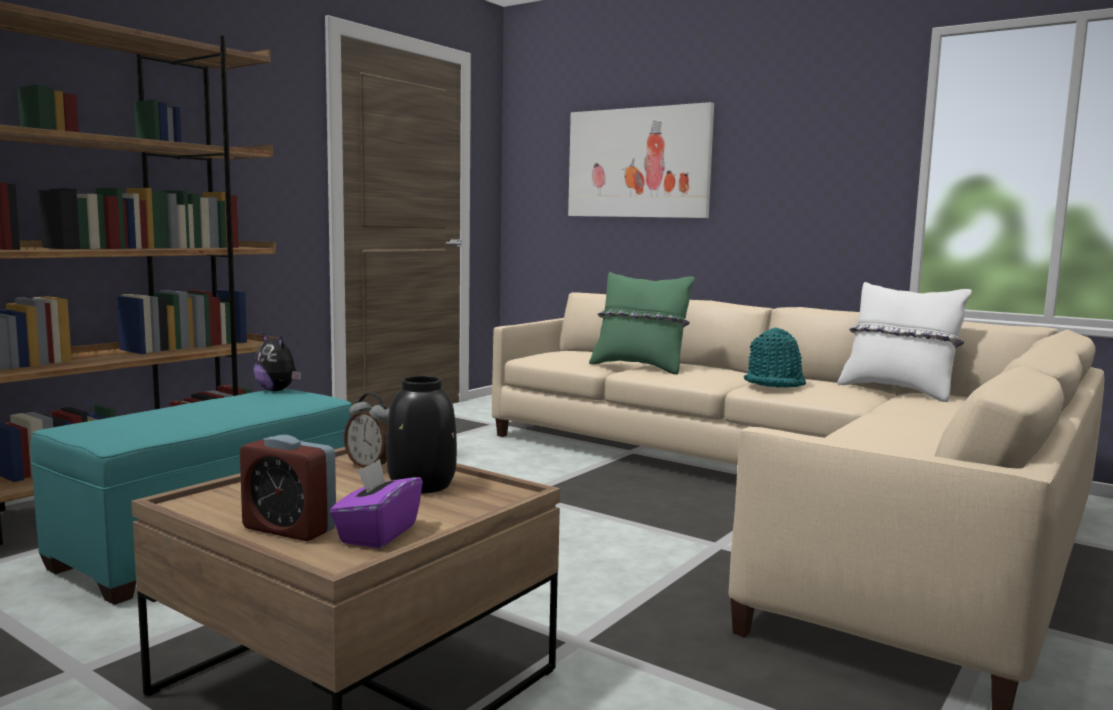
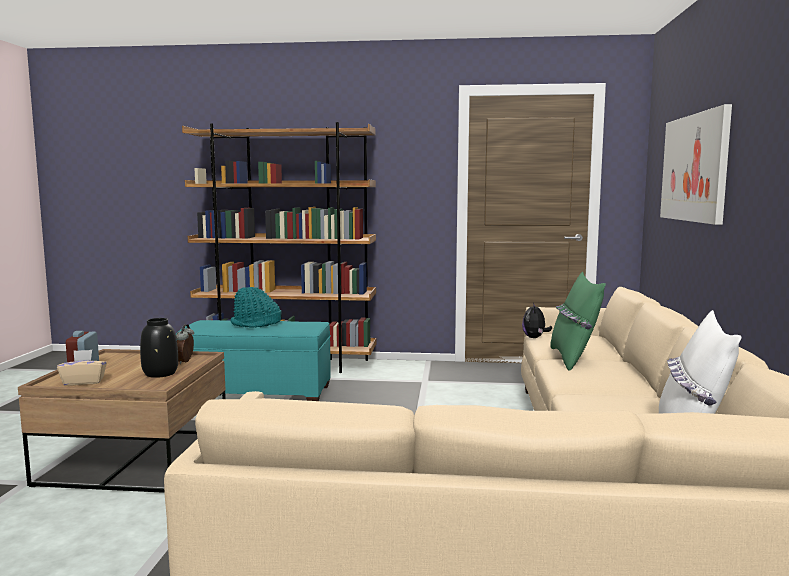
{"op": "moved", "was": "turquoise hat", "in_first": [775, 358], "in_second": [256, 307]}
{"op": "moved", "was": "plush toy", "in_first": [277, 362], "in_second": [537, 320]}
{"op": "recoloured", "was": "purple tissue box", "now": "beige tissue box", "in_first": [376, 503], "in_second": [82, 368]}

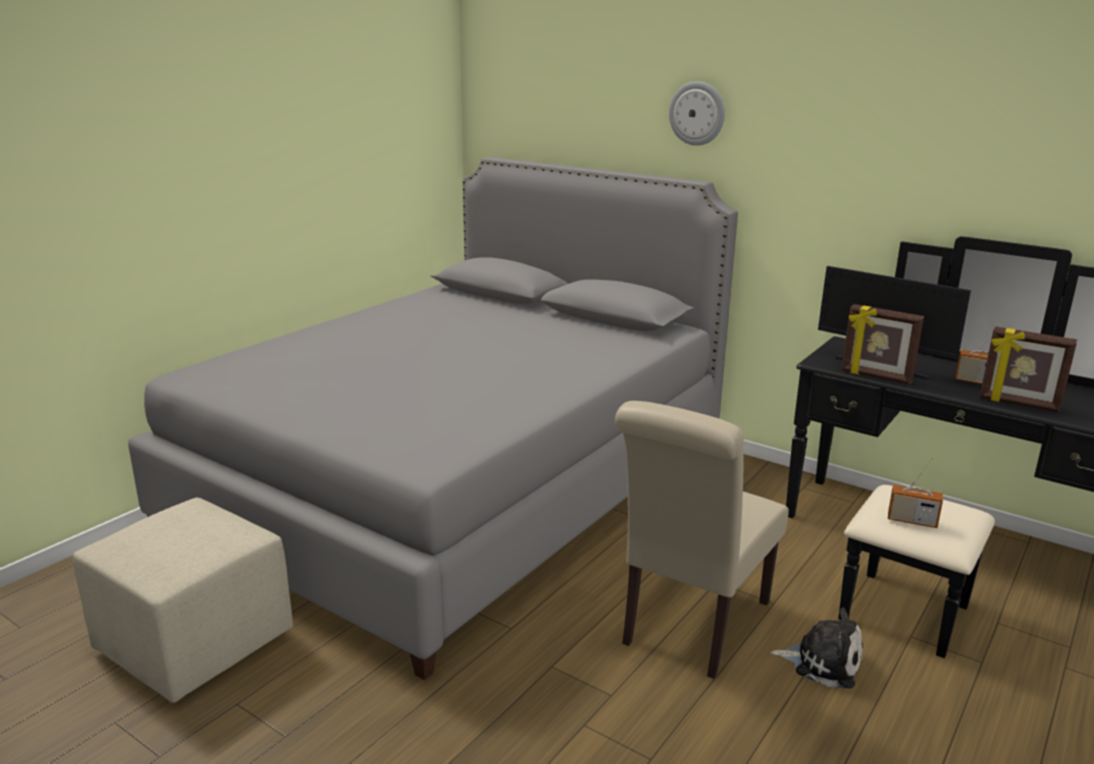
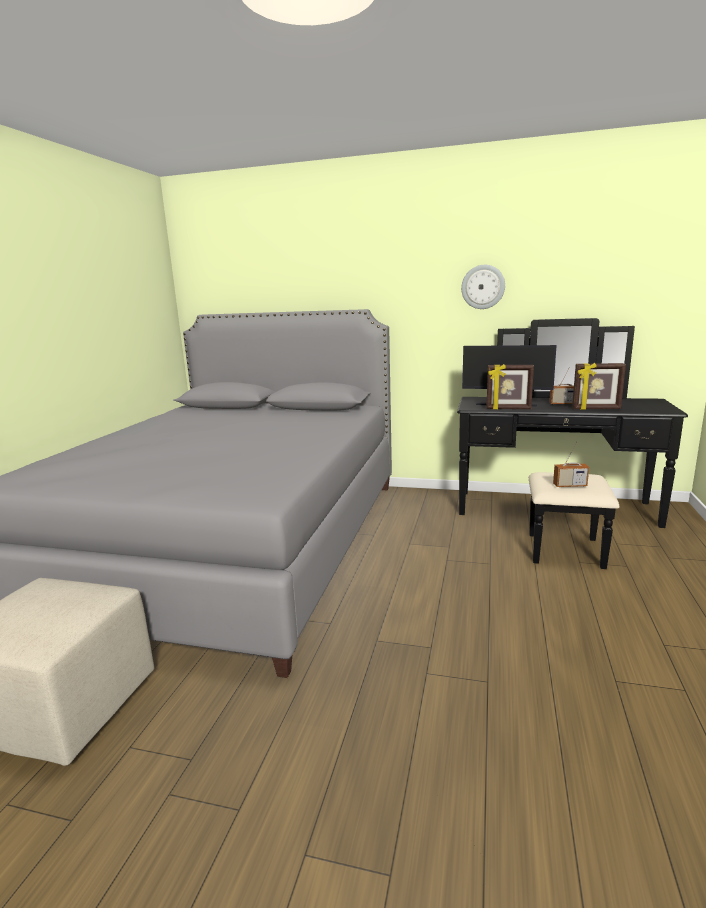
{"op": "moved", "was": "wall clock", "in_first": [697, 113], "in_second": [483, 287]}
{"op": "removed", "was": "beige chair", "in_first": [702, 540]}
{"op": "removed", "was": "plush toy", "in_first": [817, 647]}

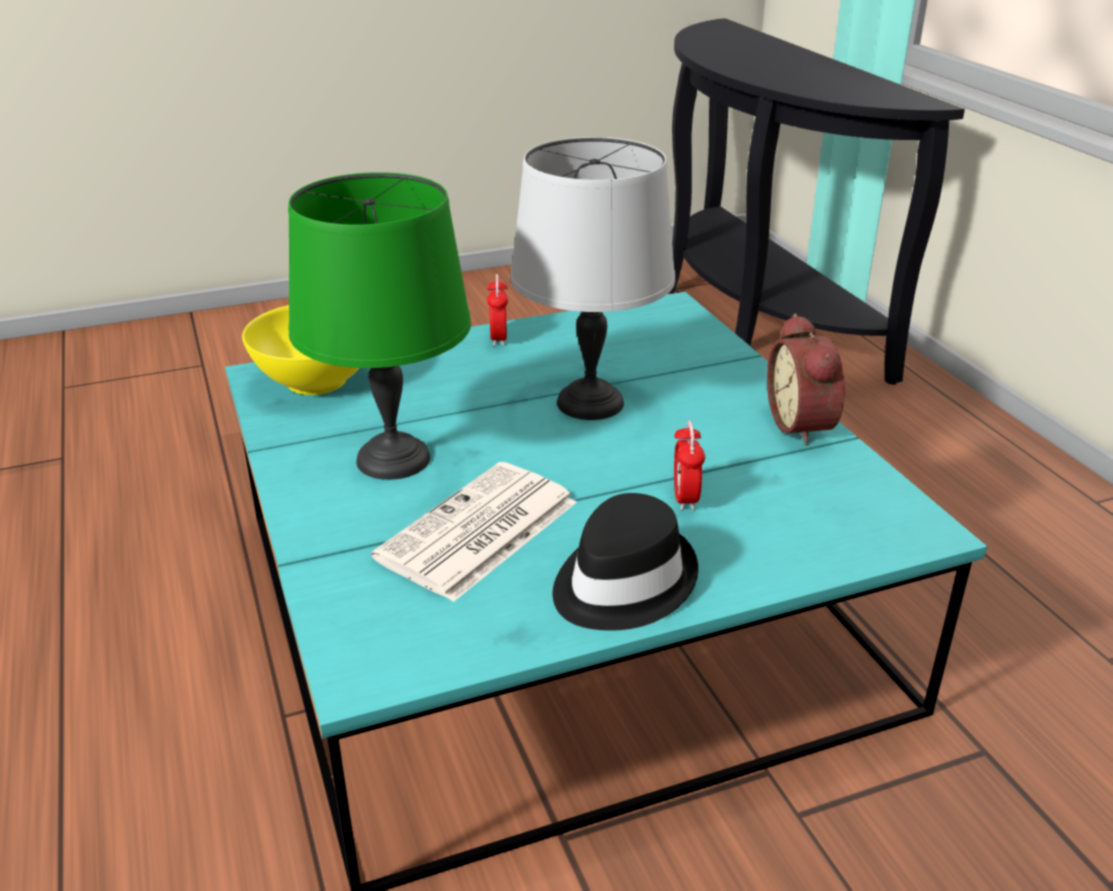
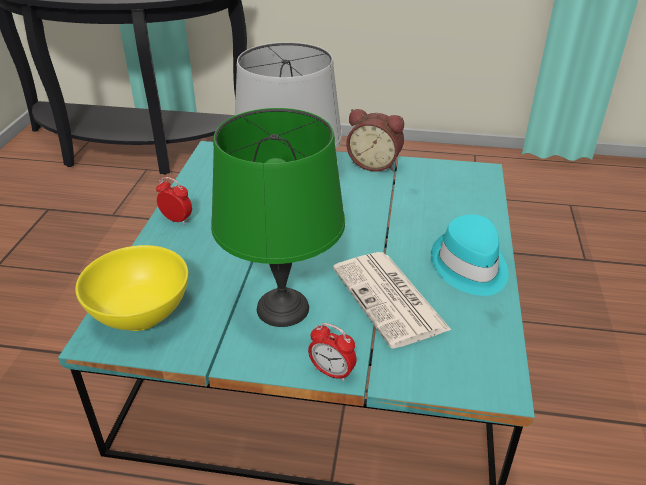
{"op": "moved", "was": "alarm clock", "in_first": [689, 465], "in_second": [332, 352]}
{"op": "recoloured", "was": "black hat", "now": "turquoise hat", "in_first": [625, 562], "in_second": [469, 255]}

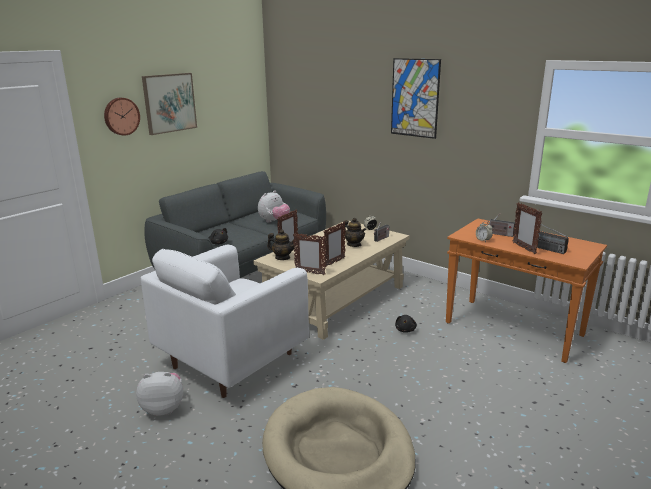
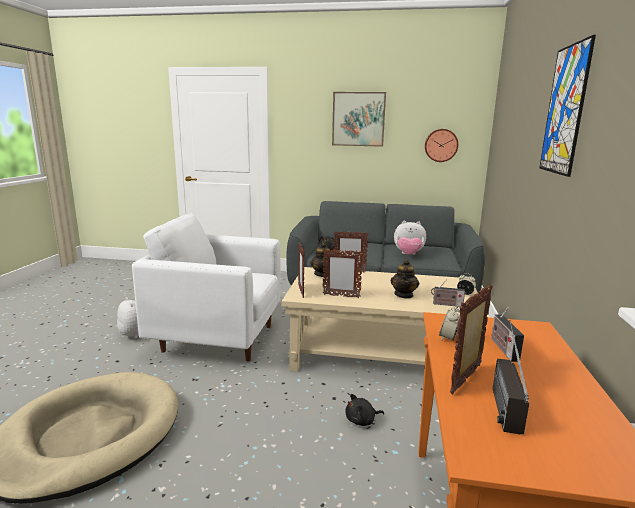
{"op": "moved", "was": "wall clock", "in_first": [122, 117], "in_second": [441, 145]}

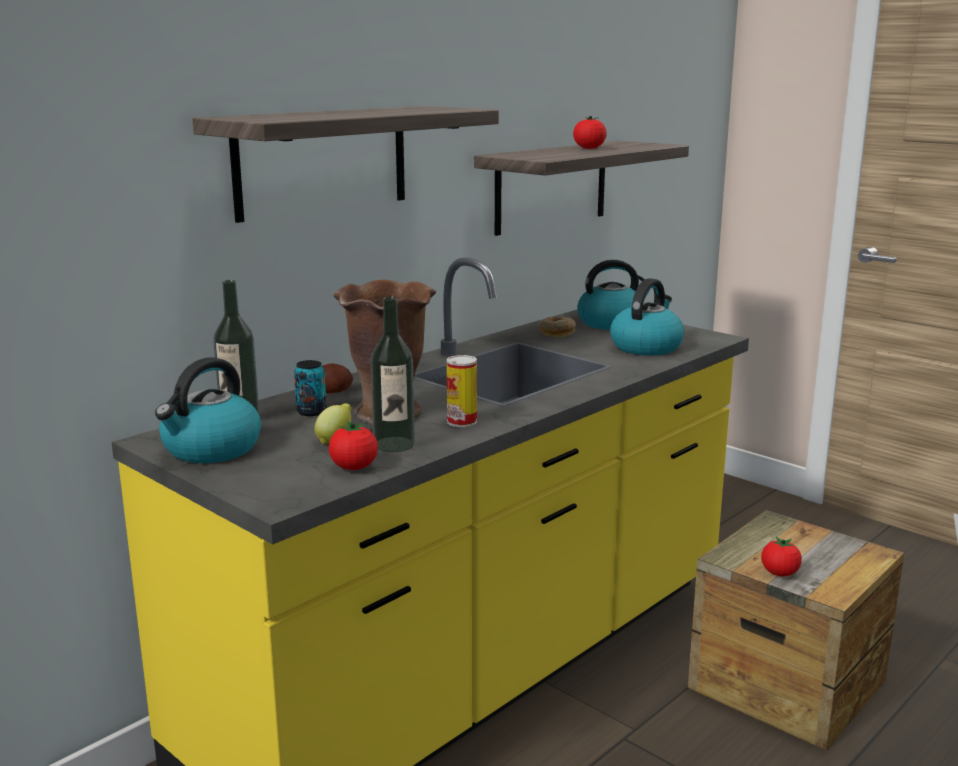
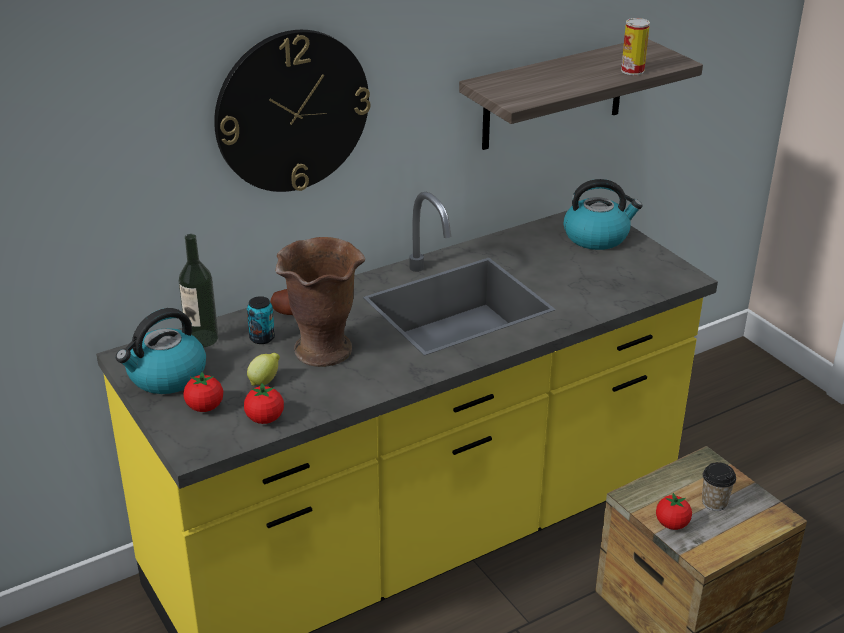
{"op": "replaced", "was": "shelf", "now": "wall clock", "in_first": [346, 164], "in_second": [292, 111]}
{"op": "moved", "was": "tomato", "in_first": [590, 132], "in_second": [203, 392]}
{"op": "removed", "was": "kettle", "in_first": [647, 316]}
{"op": "removed", "was": "bottle", "in_first": [392, 374]}
{"op": "removed", "was": "donut", "in_first": [557, 327]}
{"op": "moved", "was": "can", "in_first": [462, 391], "in_second": [635, 46]}
{"op": "added", "now": "cup", "in_second": [719, 486]}

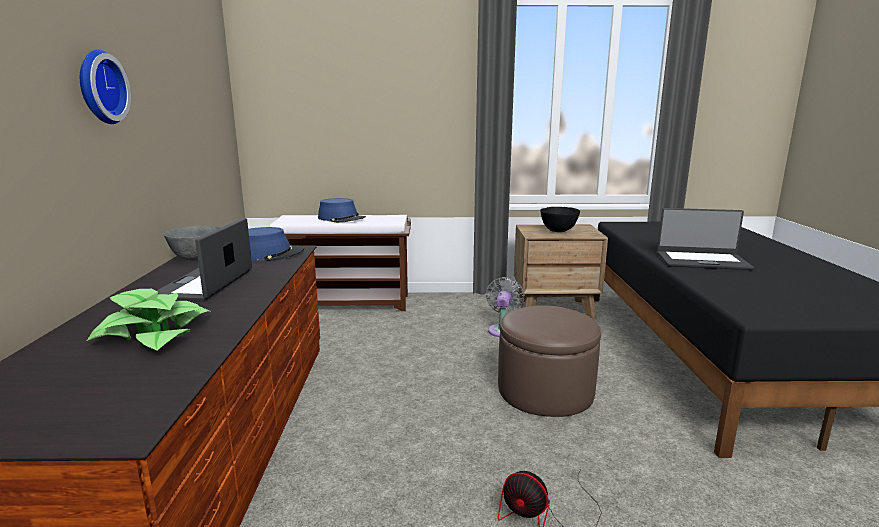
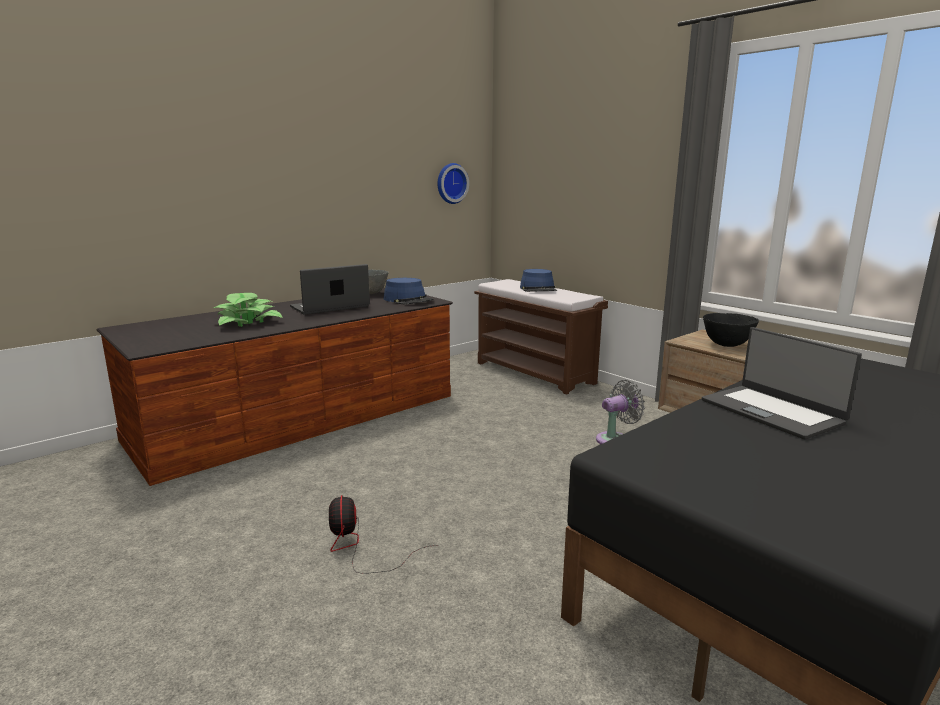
{"op": "moved", "was": "wall clock", "in_first": [105, 86], "in_second": [453, 183]}
{"op": "removed", "was": "brown ottoman", "in_first": [549, 361]}

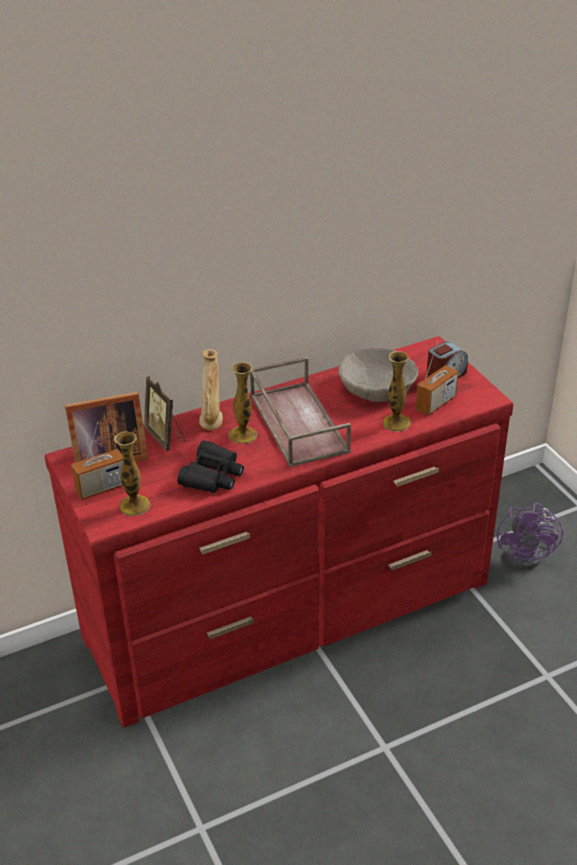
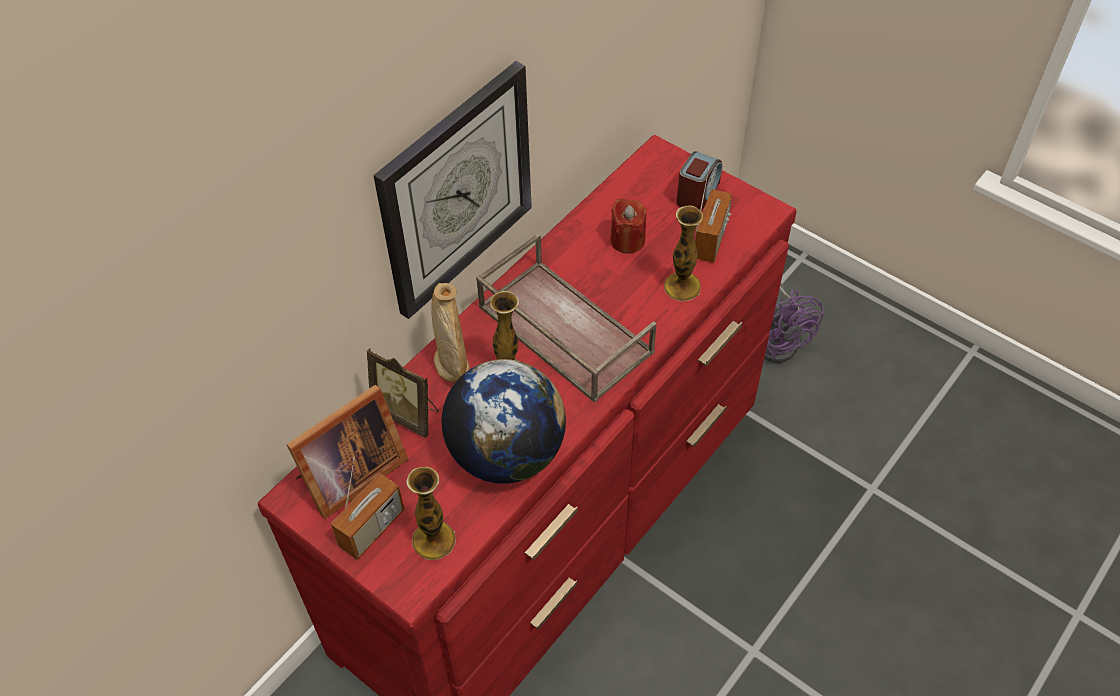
{"op": "replaced", "was": "beige bowl", "now": "red candle", "in_first": [378, 375], "in_second": [628, 226]}
{"op": "replaced", "was": "black binoculars", "now": "globe", "in_first": [210, 466], "in_second": [503, 421]}
{"op": "added", "now": "wall clock", "in_second": [452, 190]}

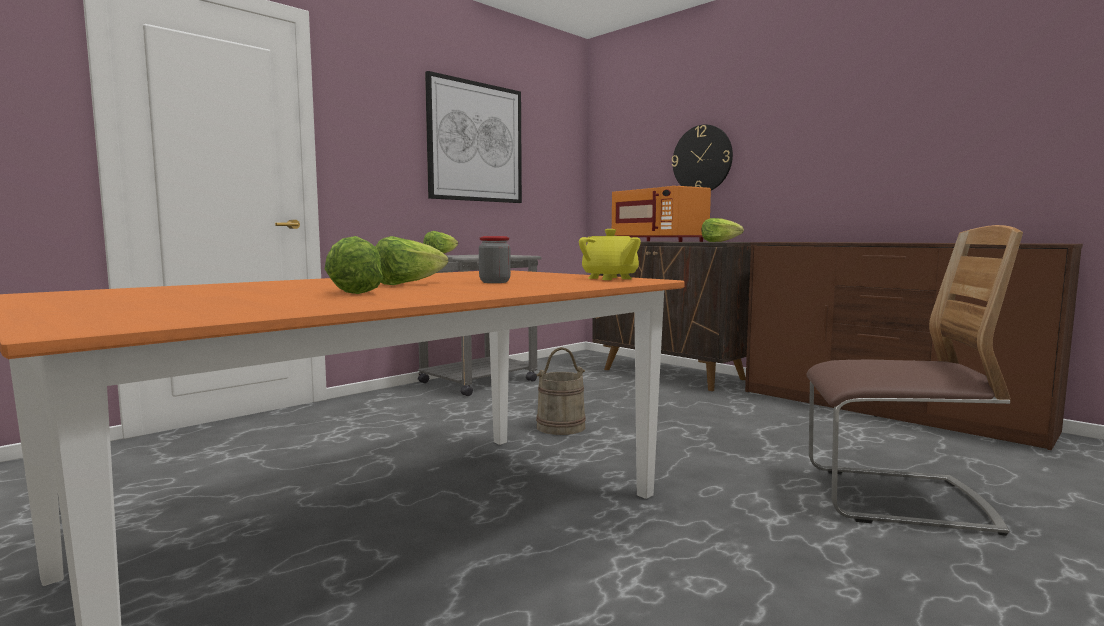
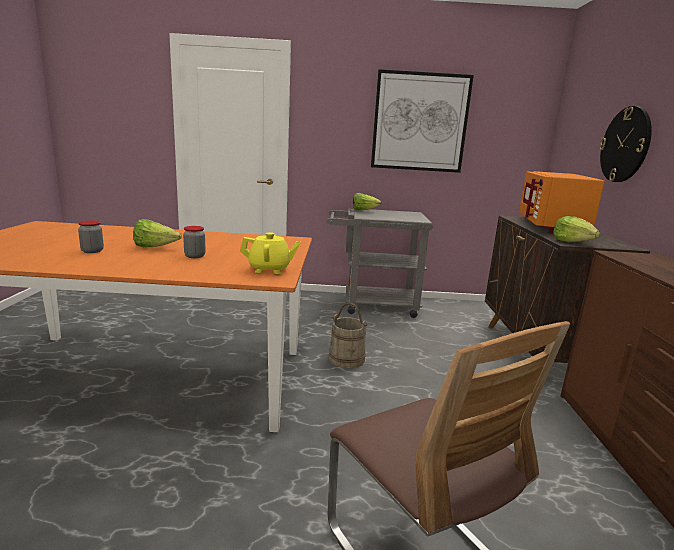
{"op": "turned", "was": "yellow teapot", "in_first": [610, 254], "in_second": [270, 253], "clockwise": -105}
{"op": "replaced", "was": "lettuce", "now": "jar", "in_first": [354, 265], "in_second": [91, 236]}

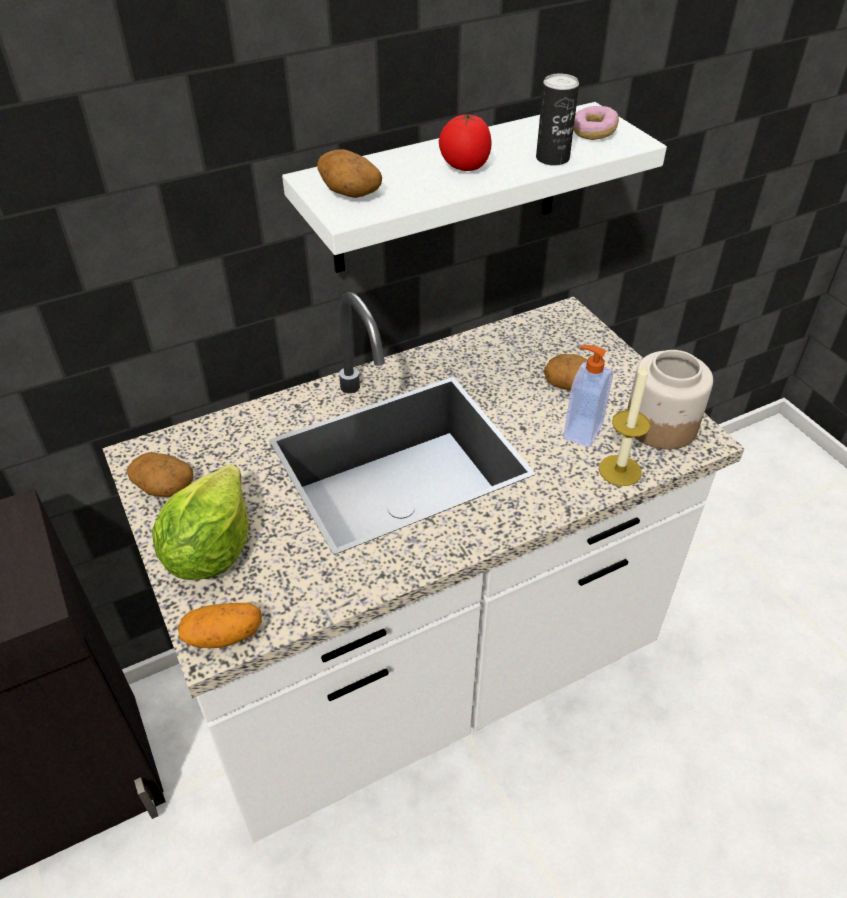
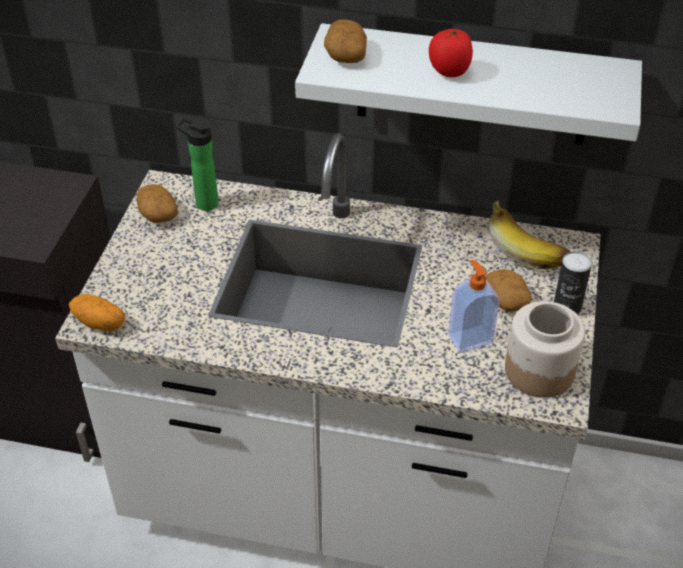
{"op": "moved", "was": "can", "in_first": [557, 120], "in_second": [573, 283]}
{"op": "removed", "was": "donut", "in_first": [596, 123]}
{"op": "removed", "was": "candle", "in_first": [625, 424]}
{"op": "removed", "was": "lettuce", "in_first": [200, 522]}
{"op": "added", "now": "bottle", "in_second": [197, 164]}
{"op": "added", "now": "banana", "in_second": [529, 235]}

